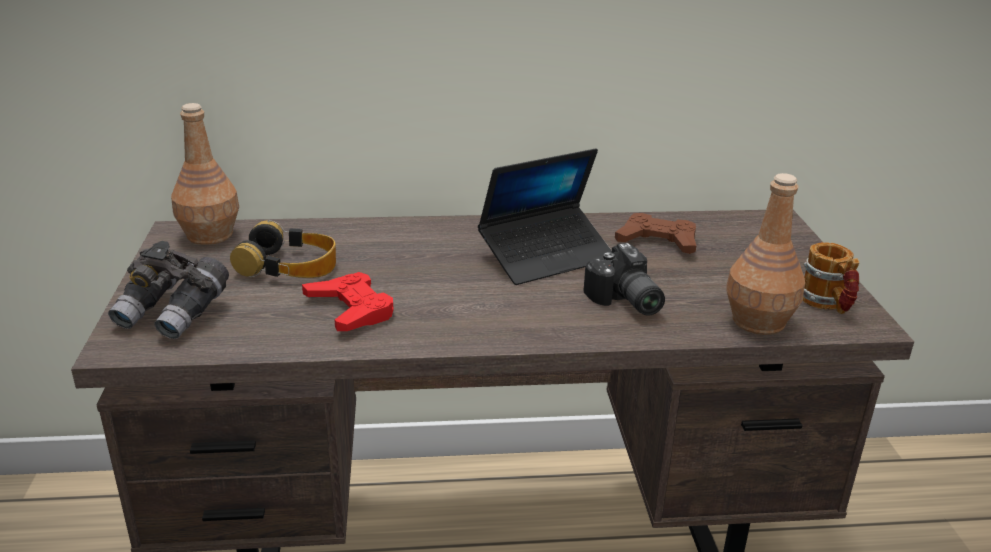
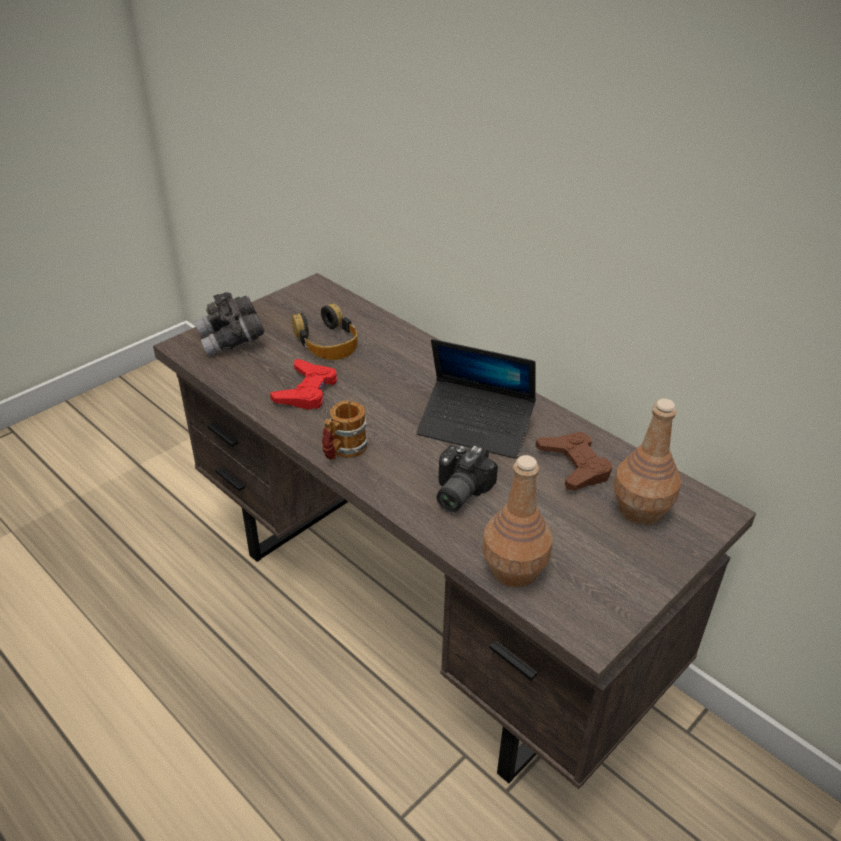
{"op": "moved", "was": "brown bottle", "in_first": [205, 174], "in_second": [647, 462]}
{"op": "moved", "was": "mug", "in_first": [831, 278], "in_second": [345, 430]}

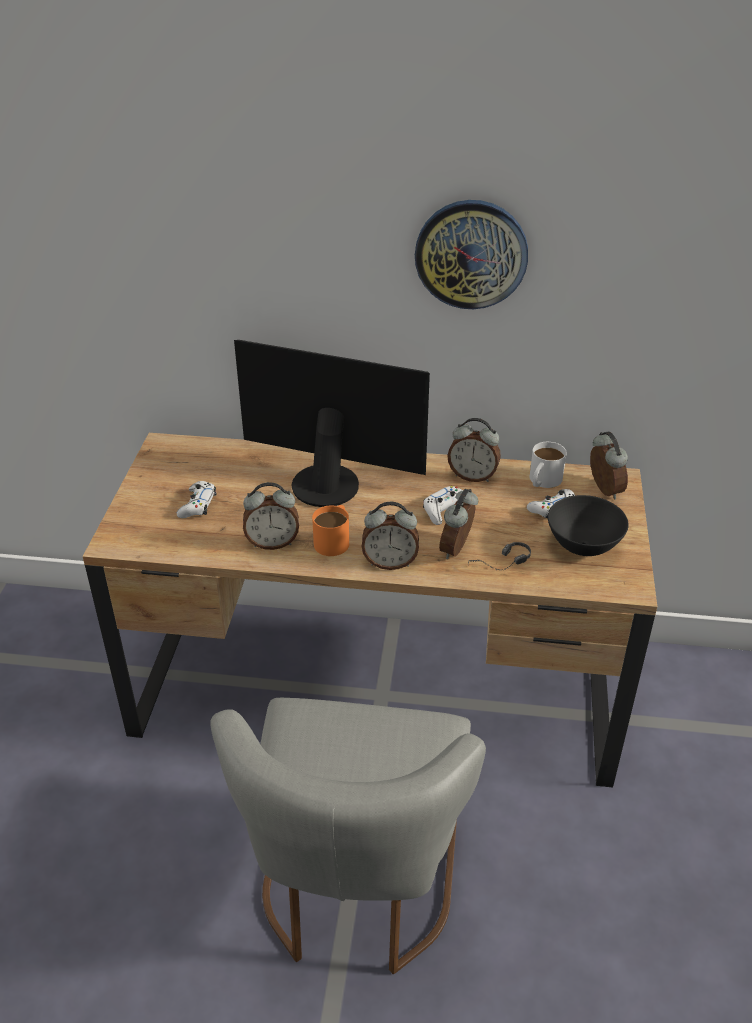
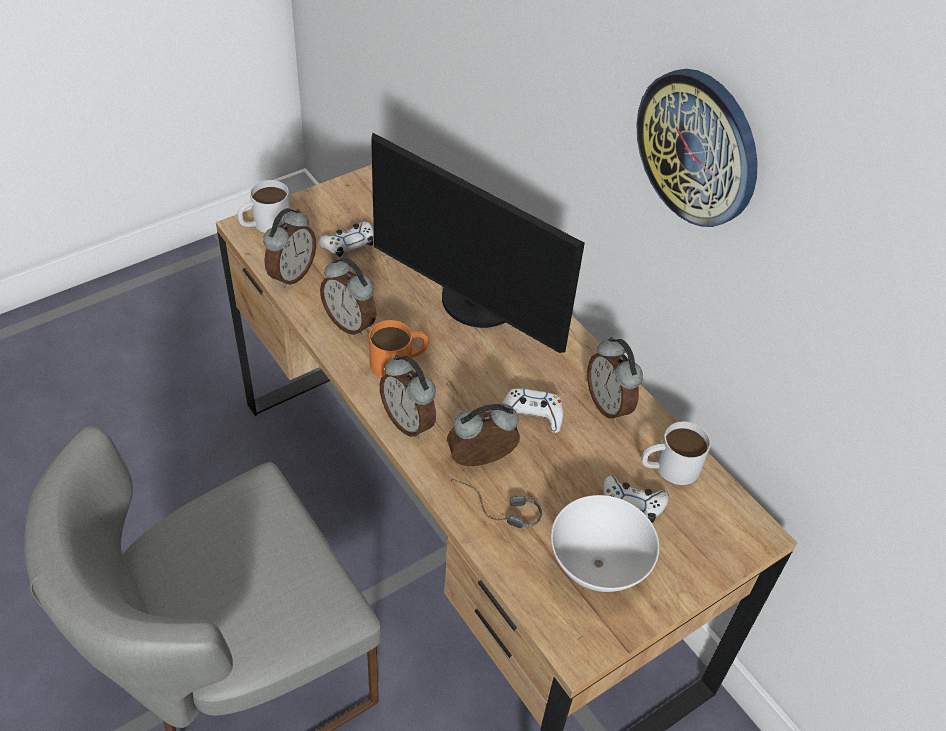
{"op": "turned", "was": "monitor", "in_first": [332, 423], "in_second": [478, 243], "clockwise": 150}
{"op": "moved", "was": "alarm clock", "in_first": [609, 465], "in_second": [289, 248]}
{"op": "recoloured", "was": "black bowl", "now": "white bowl", "in_first": [588, 525], "in_second": [605, 543]}
{"op": "added", "now": "white mug", "in_second": [264, 206]}

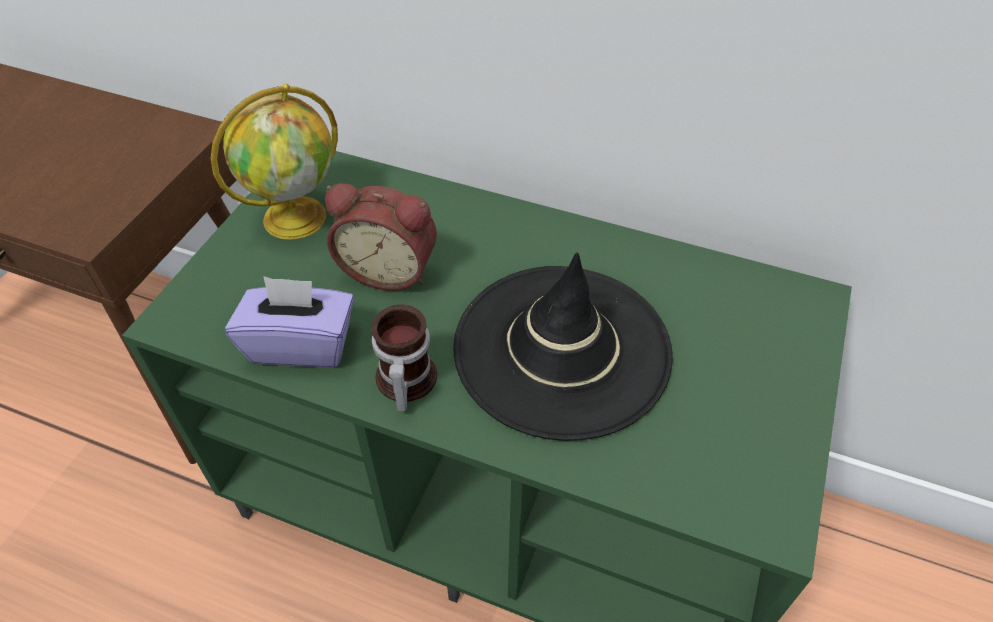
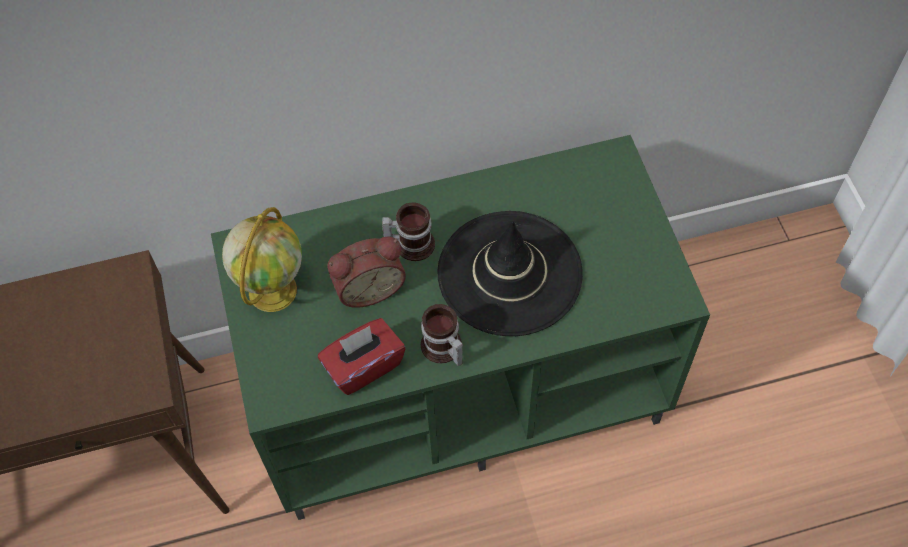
{"op": "recoloured", "was": "purple tissue box", "now": "red tissue box", "in_first": [289, 321], "in_second": [361, 356]}
{"op": "added", "now": "mug", "in_second": [408, 231]}

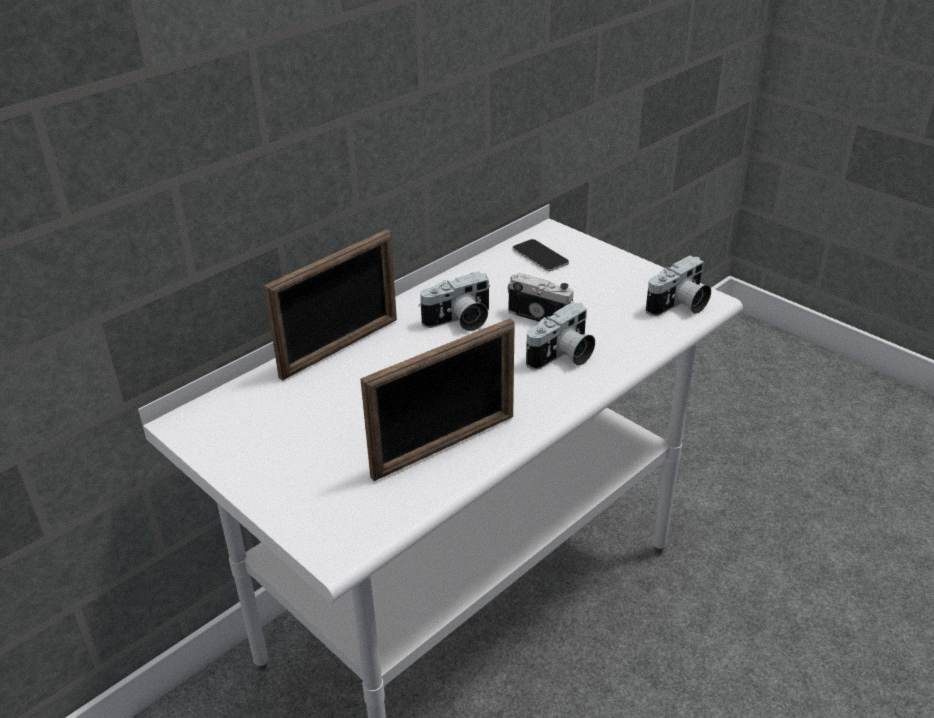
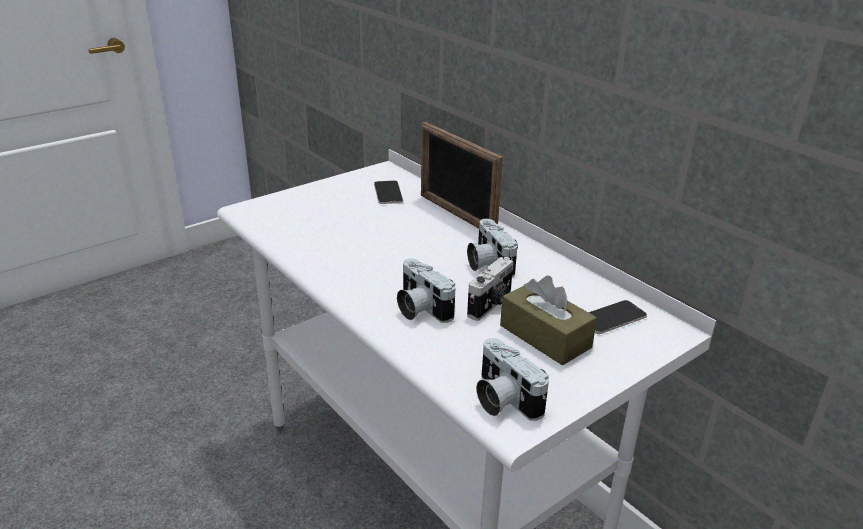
{"op": "removed", "was": "picture frame", "in_first": [437, 399]}
{"op": "added", "now": "phone", "in_second": [388, 192]}
{"op": "added", "now": "brown tissue box", "in_second": [548, 320]}

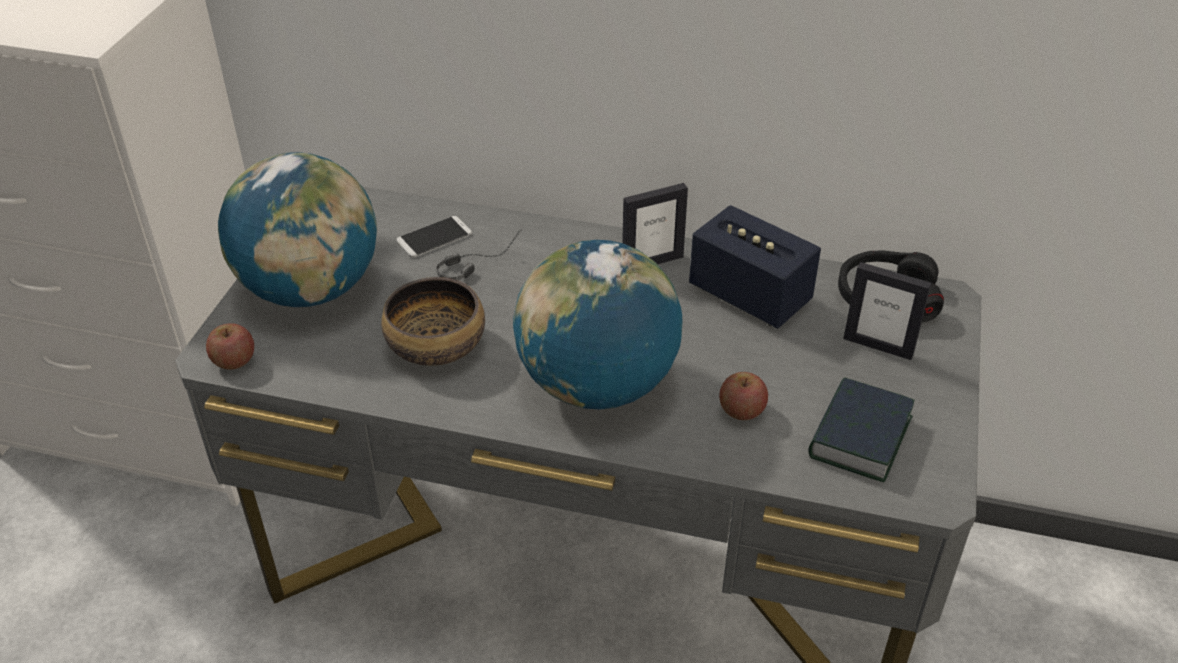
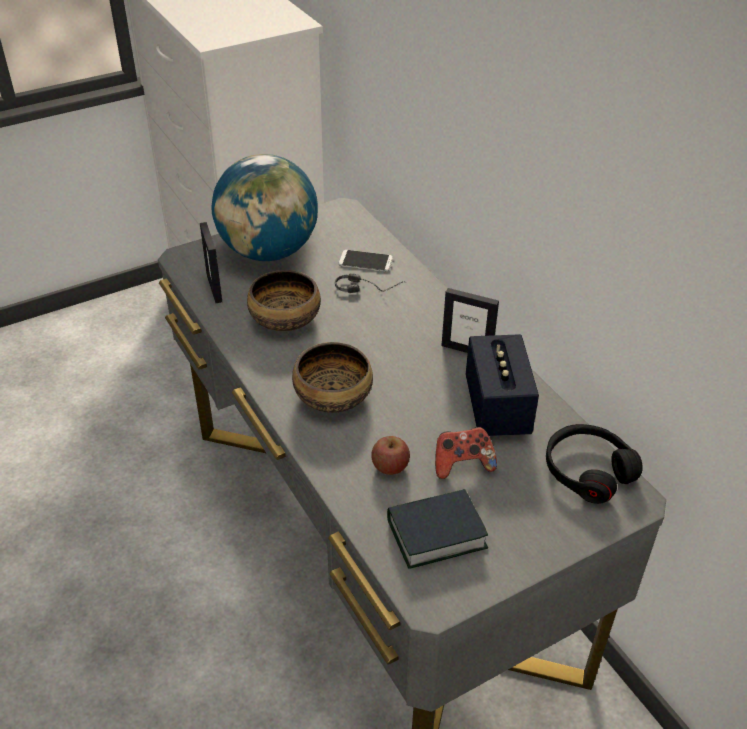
{"op": "replaced", "was": "globe", "now": "bowl", "in_first": [597, 325], "in_second": [332, 377]}
{"op": "moved", "was": "picture frame", "in_first": [887, 311], "in_second": [211, 262]}
{"op": "removed", "was": "apple", "in_first": [230, 346]}
{"op": "added", "now": "game controller", "in_second": [466, 453]}

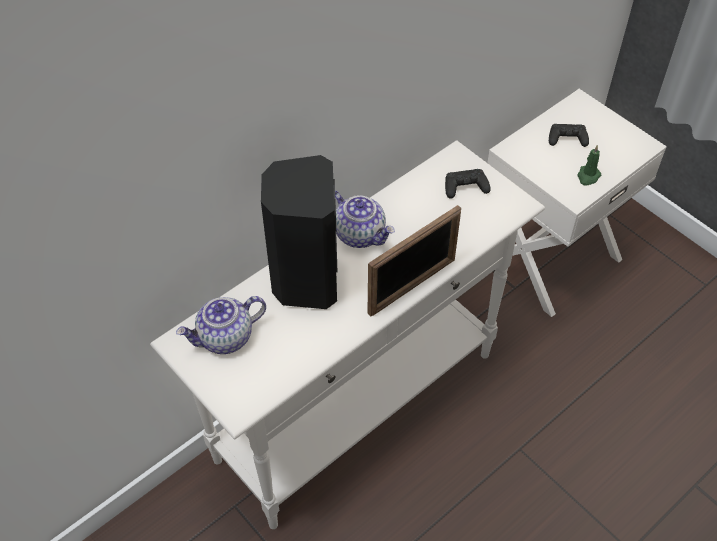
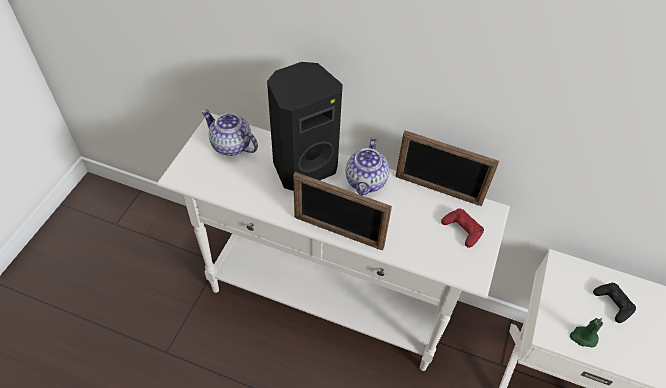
{"op": "recoloured", "was": "black game controller", "now": "red game controller", "in_first": [468, 184], "in_second": [462, 228]}
{"op": "added", "now": "picture frame", "in_second": [447, 168]}

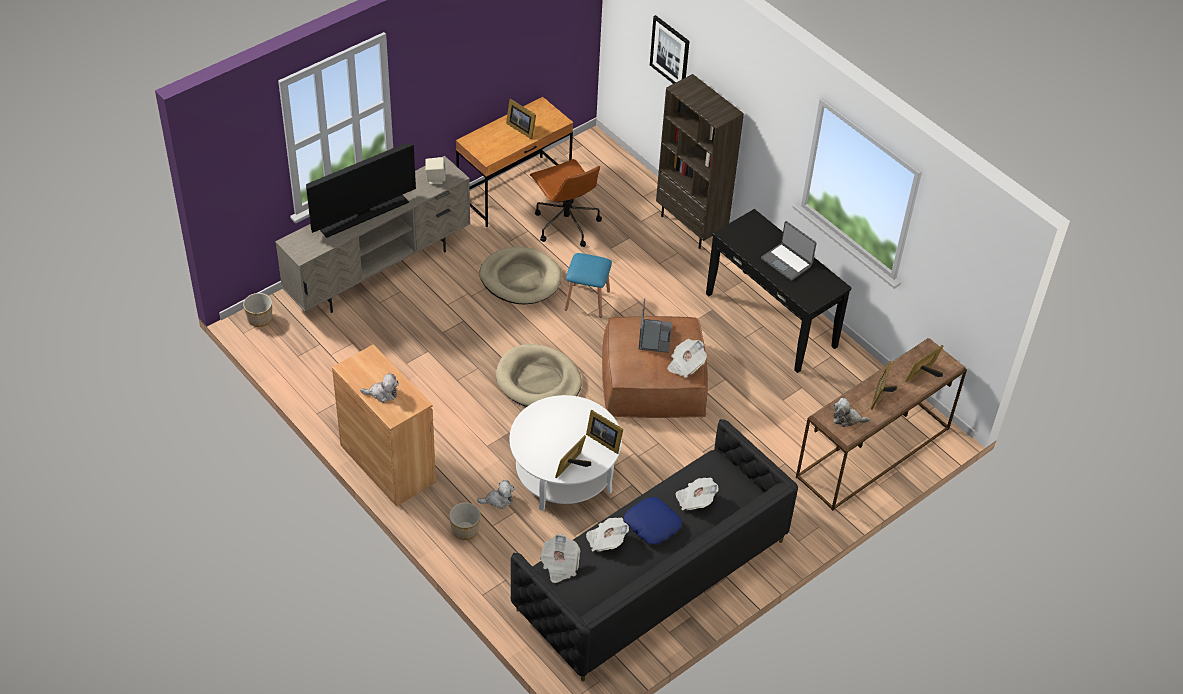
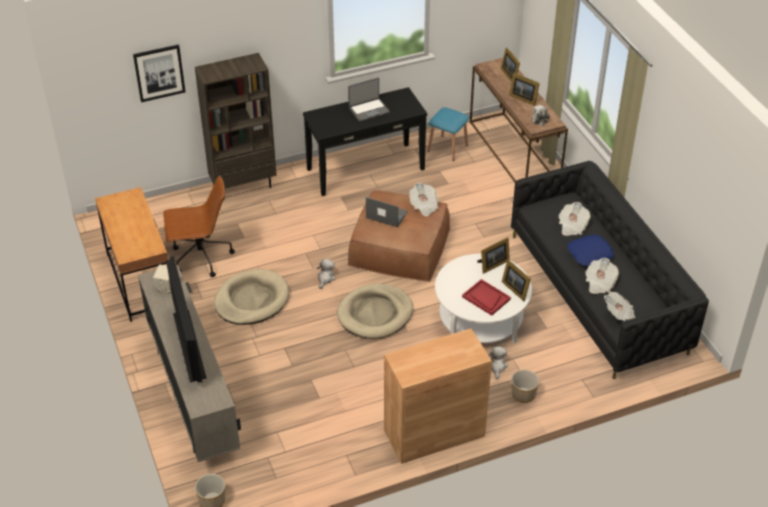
{"op": "removed", "was": "picture frame", "in_first": [521, 119]}
{"op": "moved", "was": "blue stool", "in_first": [588, 285], "in_second": [448, 134]}
{"op": "moved", "was": "plush toy", "in_first": [379, 388], "in_second": [326, 274]}
{"op": "added", "now": "red tray", "in_second": [486, 297]}

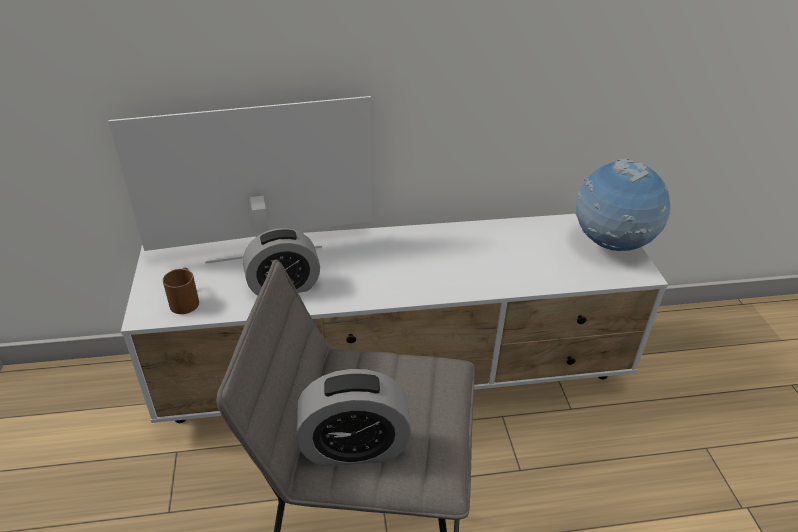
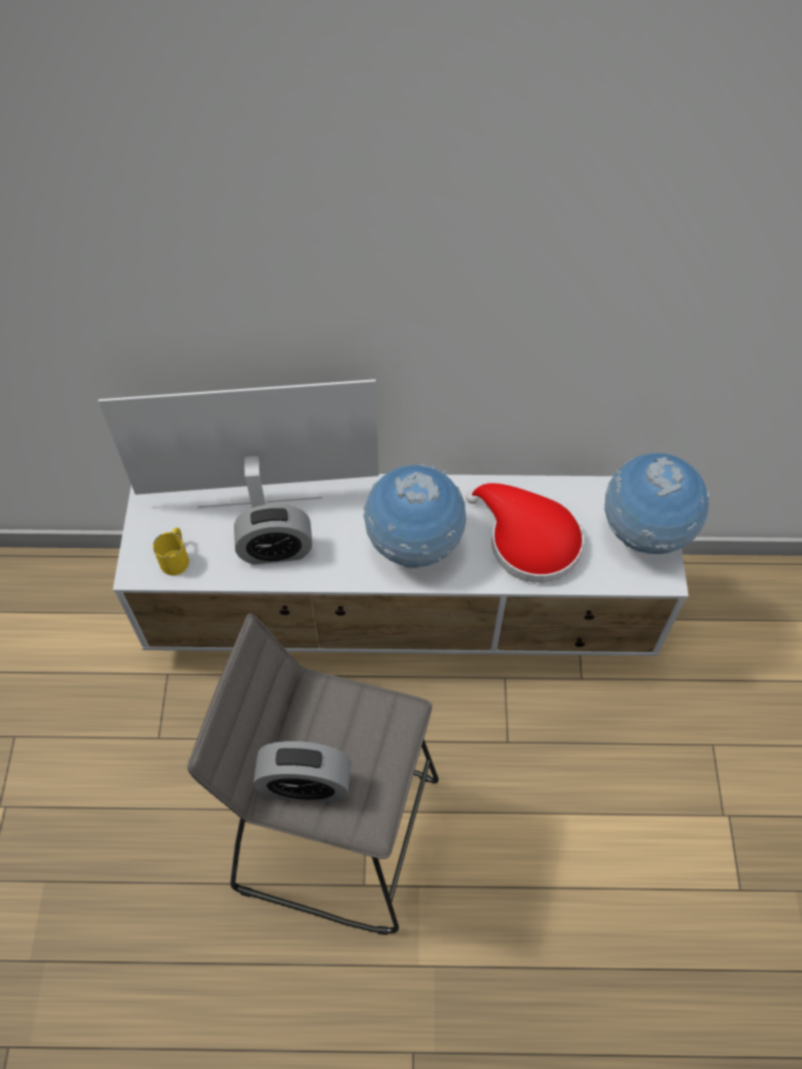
{"op": "recoloured", "was": "brown mug", "now": "yellow mug", "in_first": [181, 291], "in_second": [171, 551]}
{"op": "added", "now": "globe", "in_second": [414, 516]}
{"op": "added", "now": "red hat", "in_second": [525, 533]}

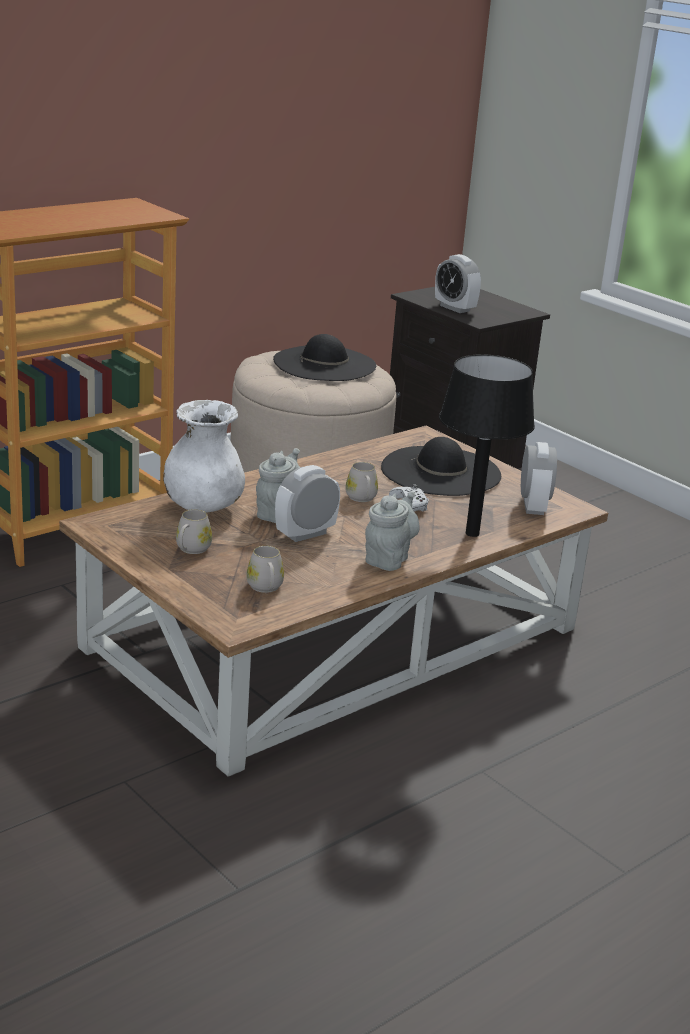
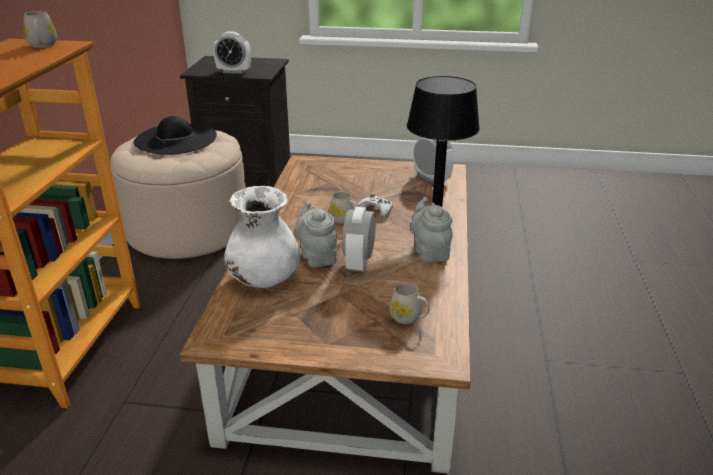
{"op": "removed", "was": "black hat", "in_first": [441, 466]}
{"op": "moved", "was": "white mug", "in_first": [194, 531], "in_second": [40, 29]}

